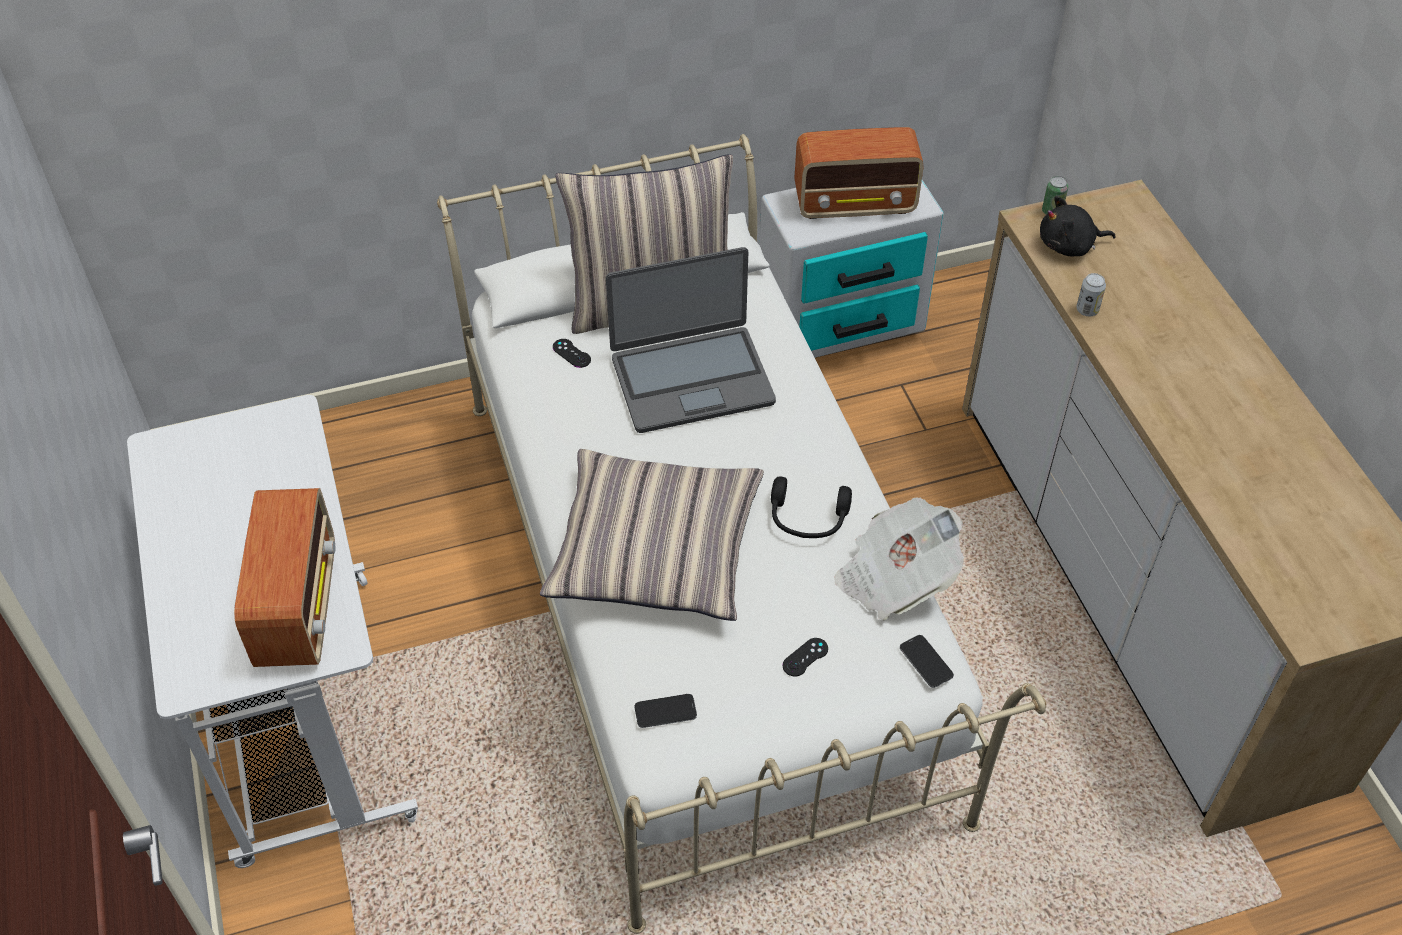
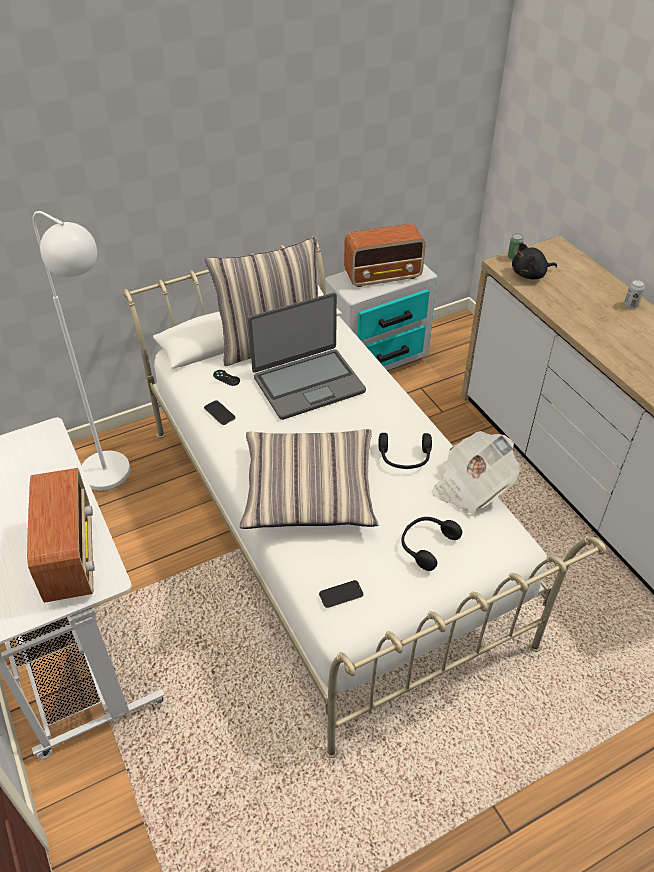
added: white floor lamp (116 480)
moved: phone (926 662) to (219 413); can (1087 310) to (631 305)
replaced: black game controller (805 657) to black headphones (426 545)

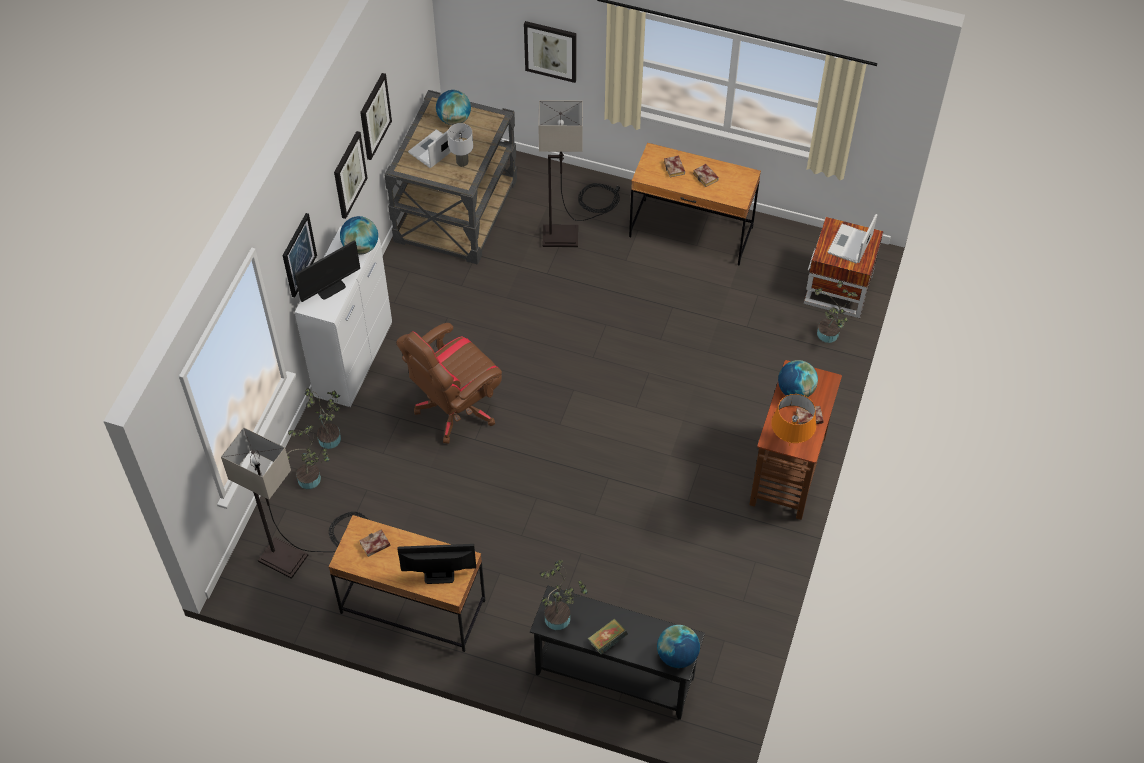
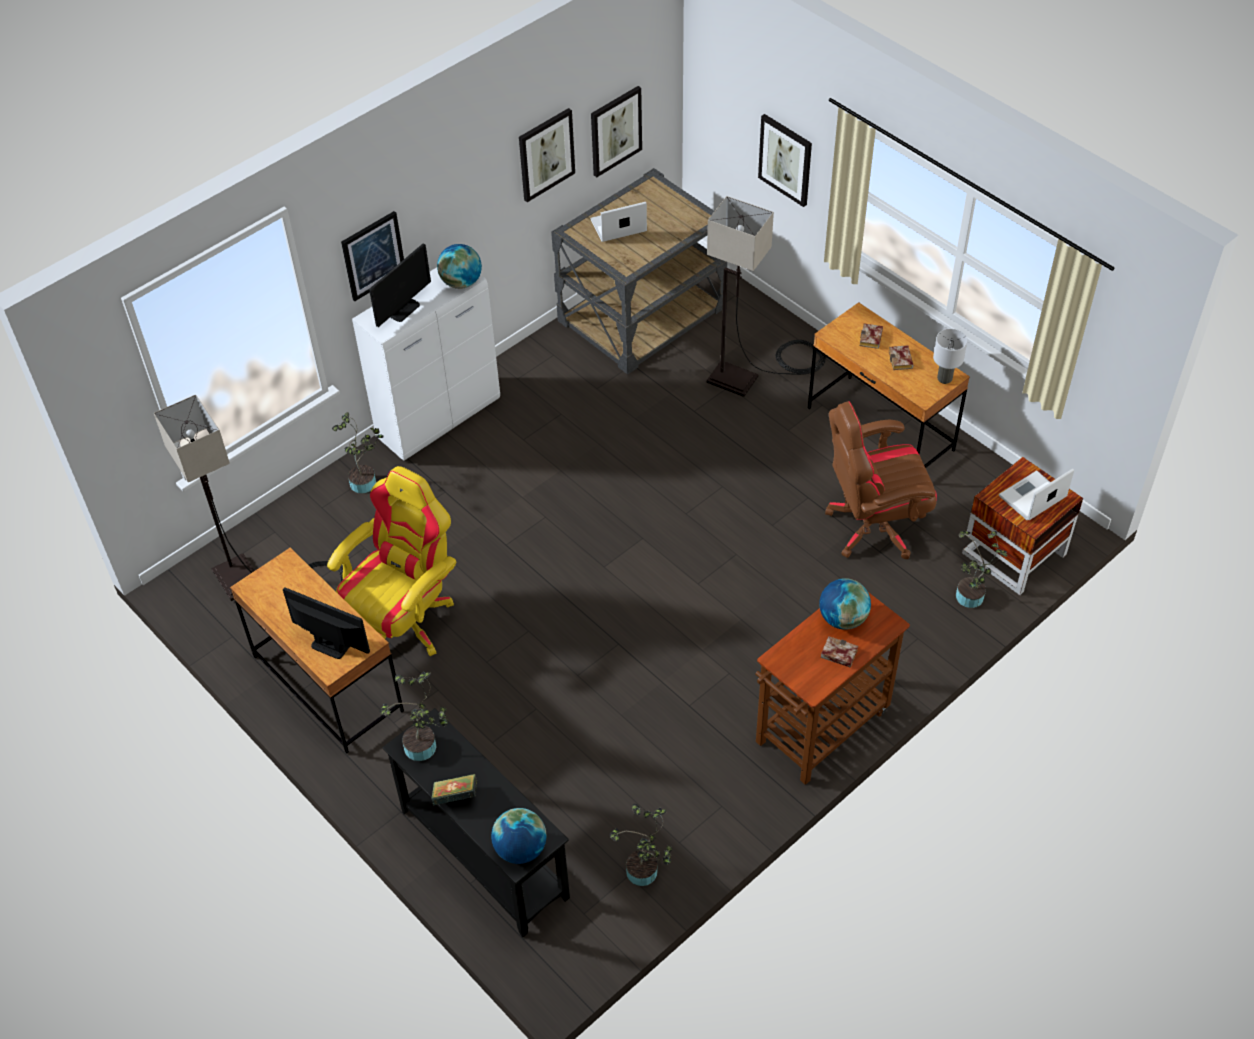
removed: book (374 545); globe (454 119); orange table lamp (789 445)
added: yellow office chair (403 621)
moved: potted plant (312 479) to (645 873); picture (349 174) to (615 131); brown office chair (456 407) to (874 525); white table lamp (462 162) to (944 378)
turned: monitor (330 288) = (403 309) 45 degrees counterclockwise

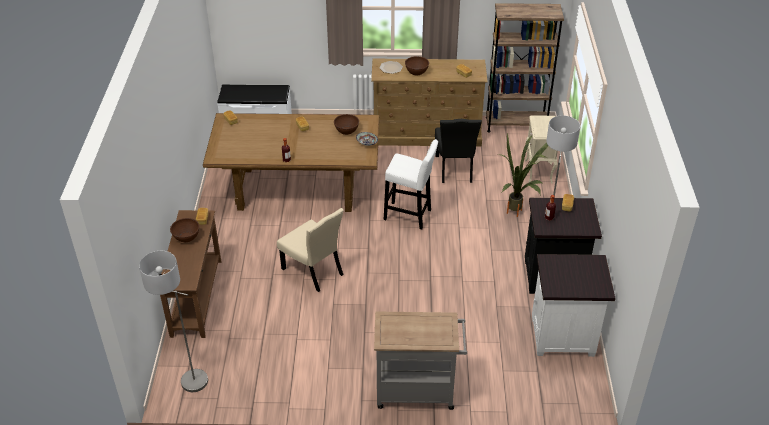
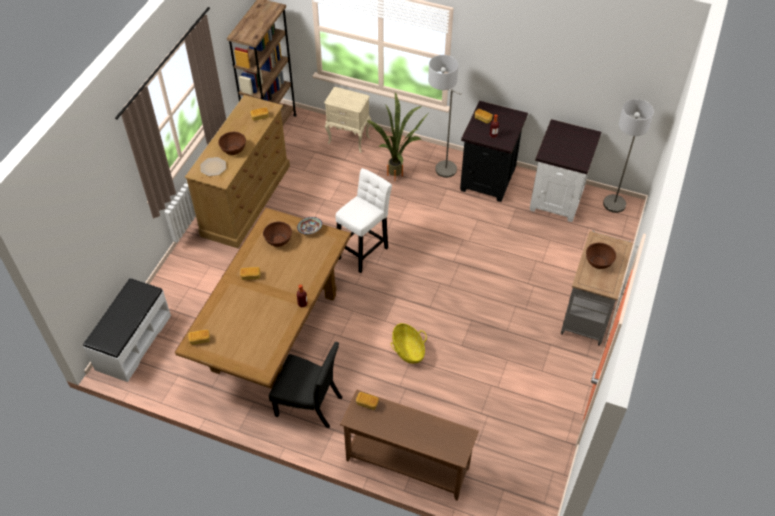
moved: grey floor lamp (187 379) to (611 208); brown bowl (186 237) to (598 262); black chair (455 168) to (308 404)
replaced: beige chair (313 270) to basket (408 350)

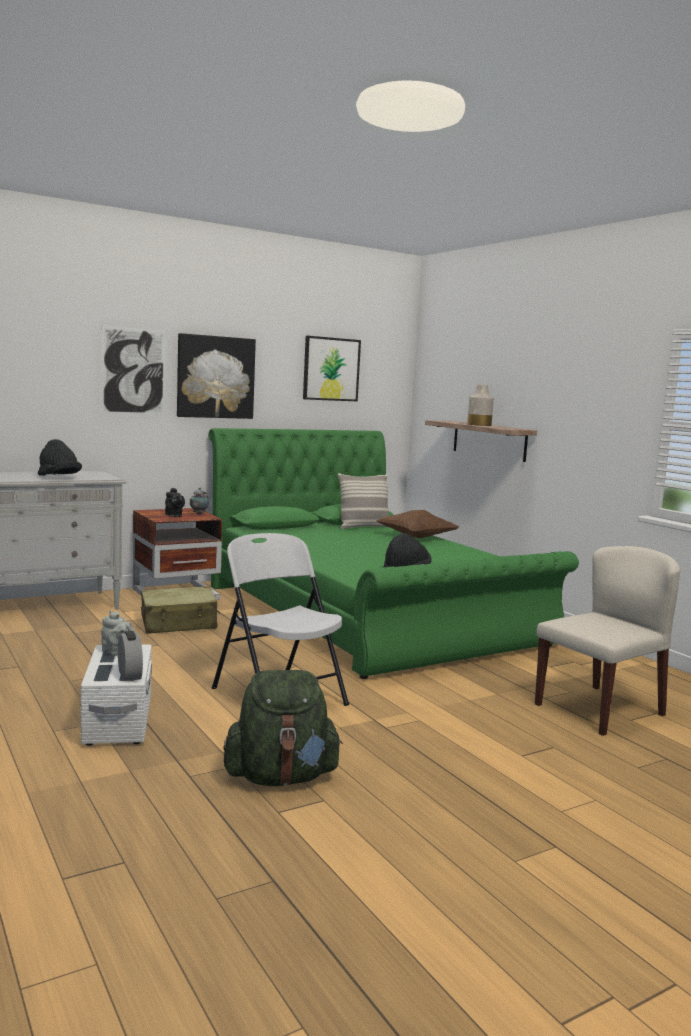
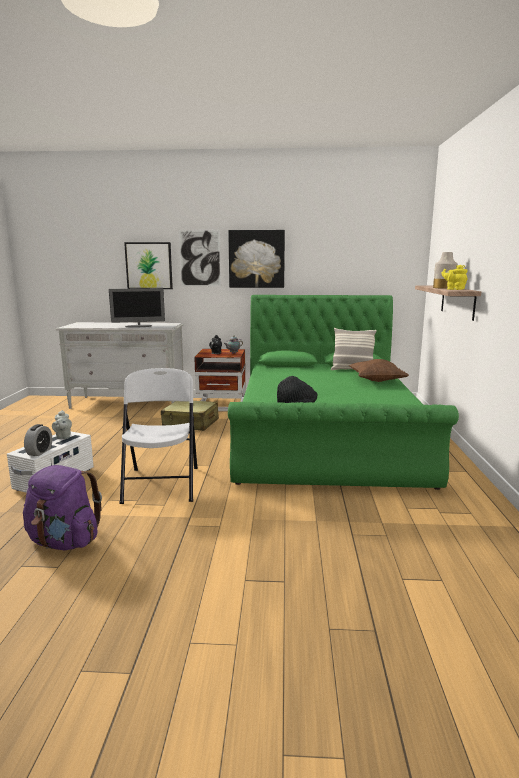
removed: beige chair (599 709)
added: yellow teapot (454 289)
moved: picture (331 369) to (149 266)
replaced: black hat (59 478) to monitor (138 326)
recoloured: green backpack (281 777) to purple backpack (64 542)

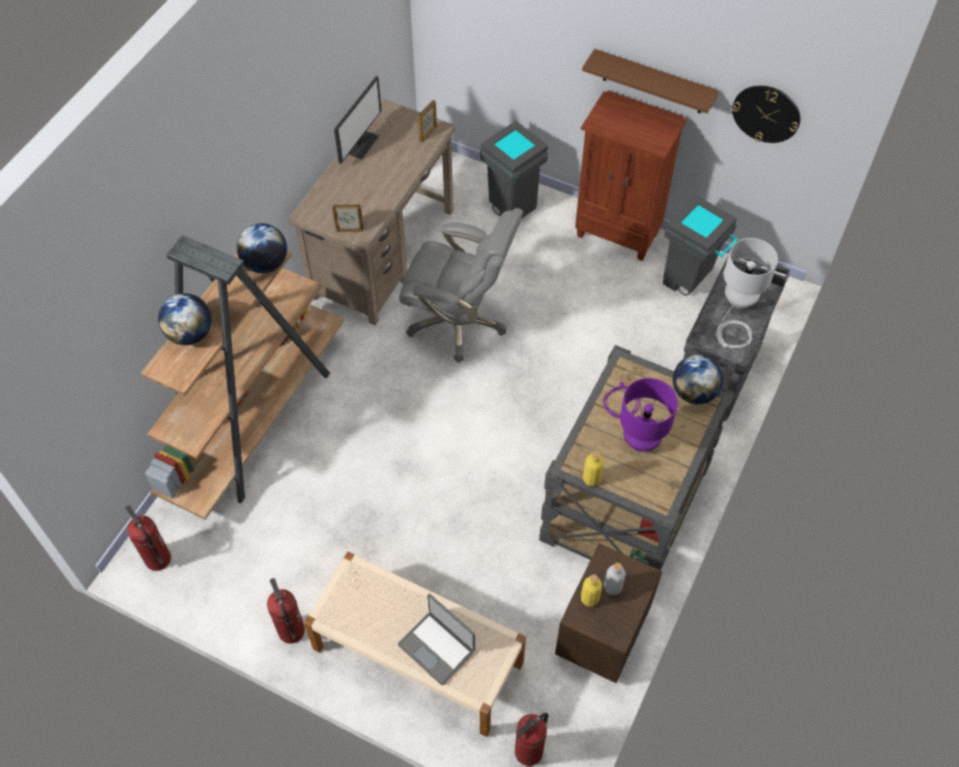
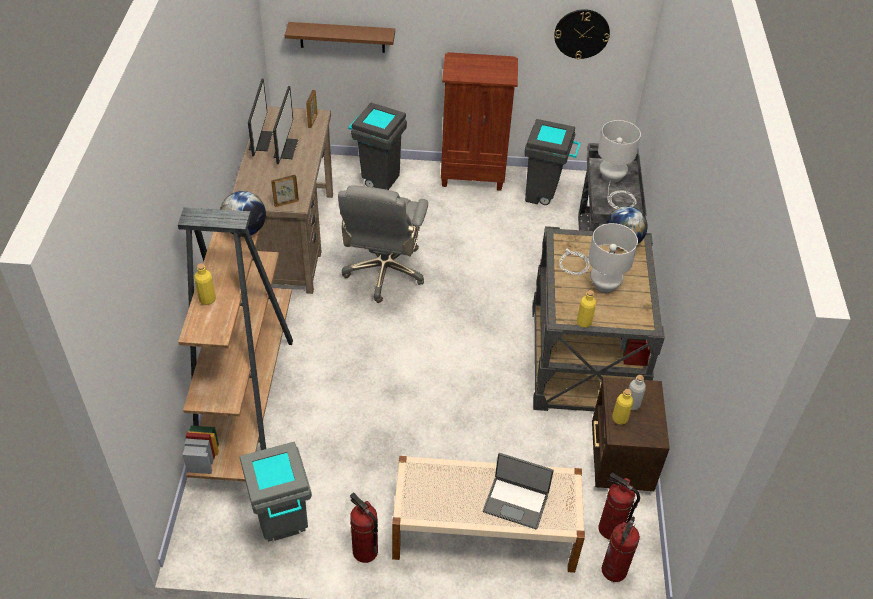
added: grey trash can (284 530); monitor (285 148)
moved: fire extinguisher (158 559) to (610 529); brown shelf (653 82) to (342 37)
replaced: globe (190 334) to yellow bottle (207 299)
recoloured: purple table lamp (633 425) to grey table lamp (592 276)
turned: grey office chair (459 325) = (383 274) 105 degrees clockwise

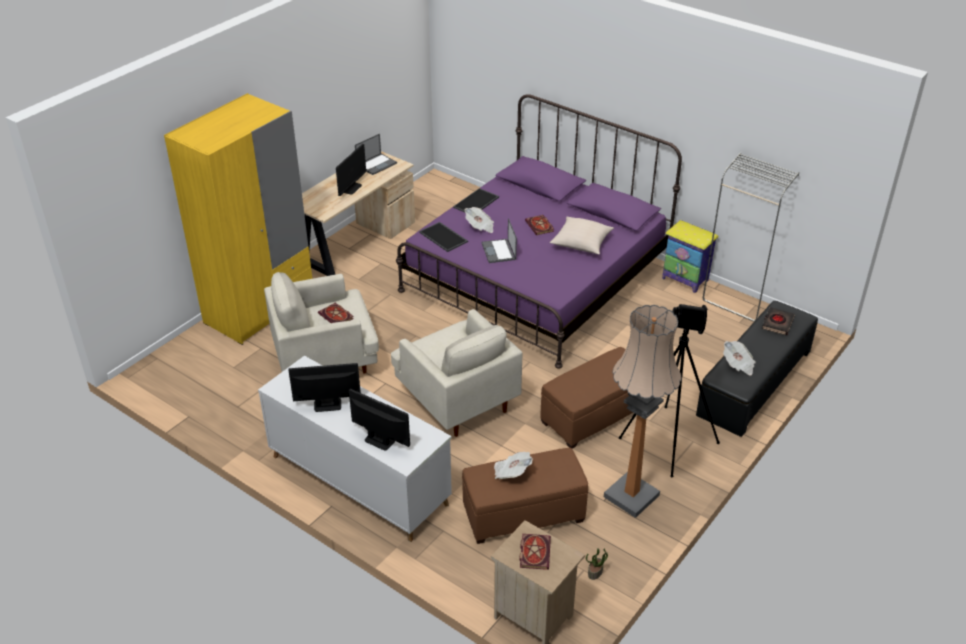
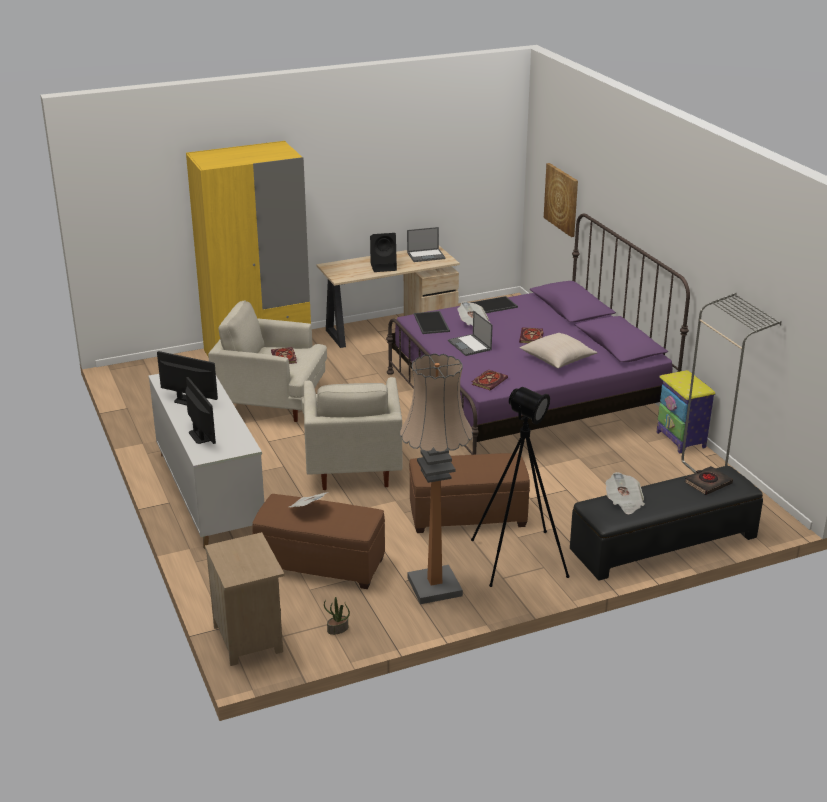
added: picture (561 199)
moved: book (534 552) to (489 381)
replaced: monitor (351 188) to black speaker (384 267)
turned: laptop (499 251) = (470 345) 45 degrees counterclockwise

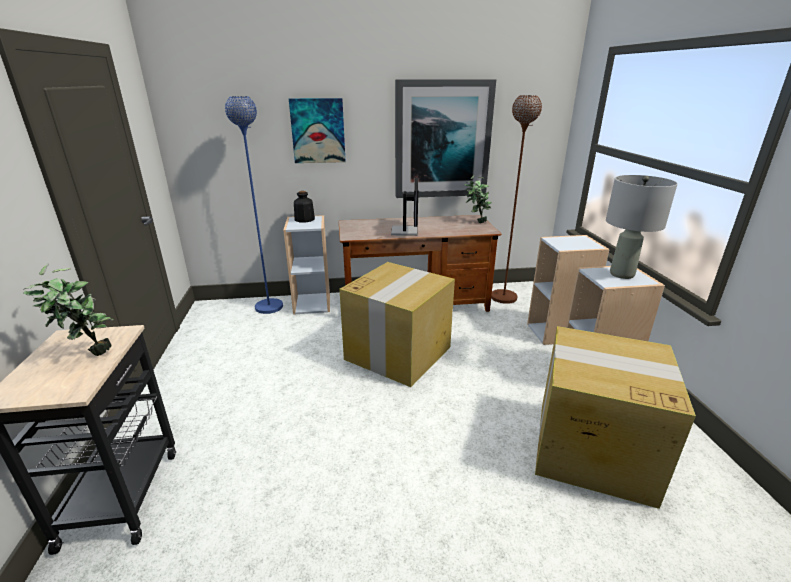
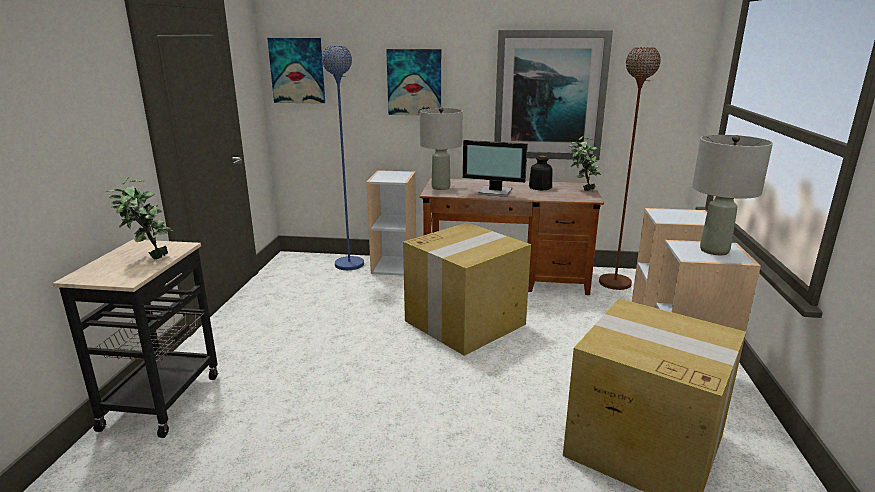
added: picture (297 70); grey table lamp (441 187)
moved: bottle (304 219) to (540 187)
turned: monitor (406 231) = (495 192) 90 degrees clockwise

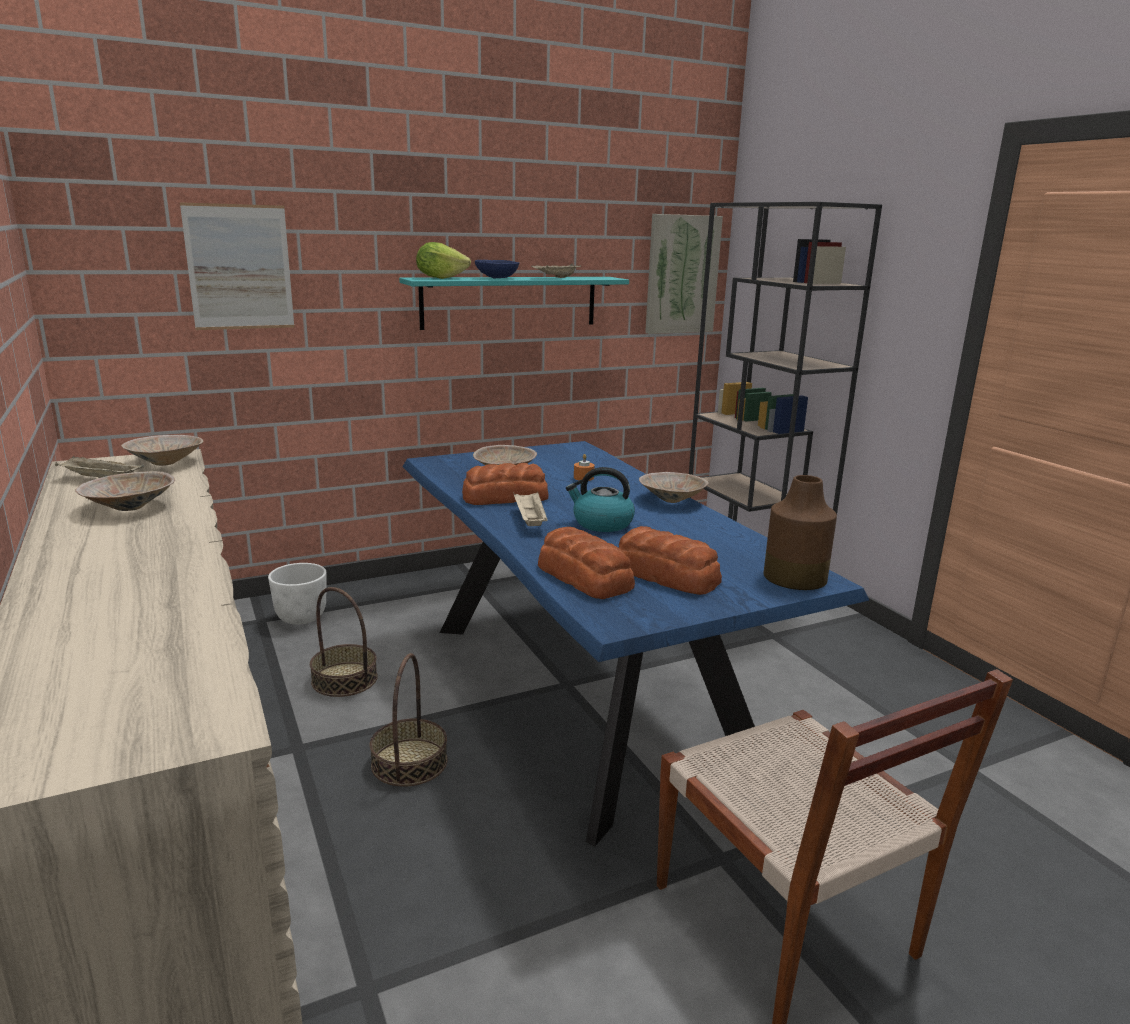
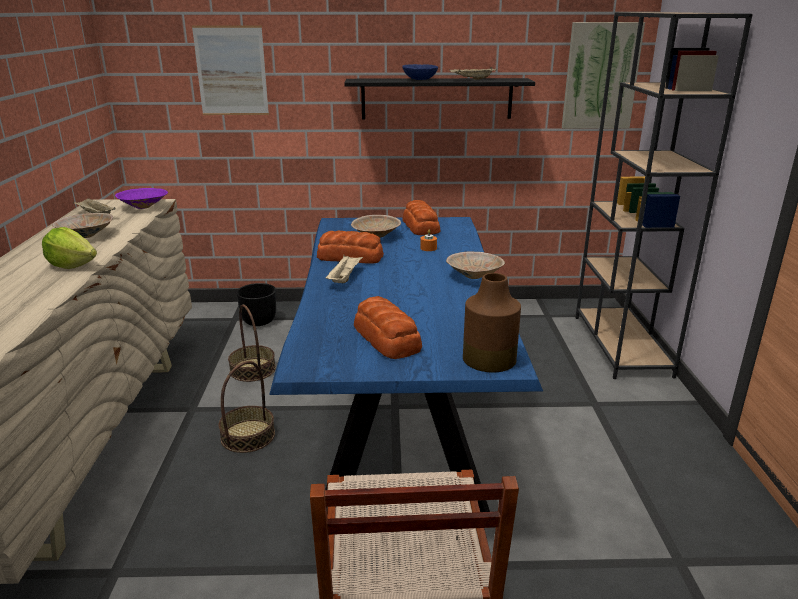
removed: kettle (601 523)
moved: lettuce (440 278) to (72 265); bread (584 577) to (421 226)
recoloured: beige bowl (166 462) to purple bowl (144 207); white planter (301 617) to black planter (259 321); turquoise shelf (510 302) to black shelf (436 98)

